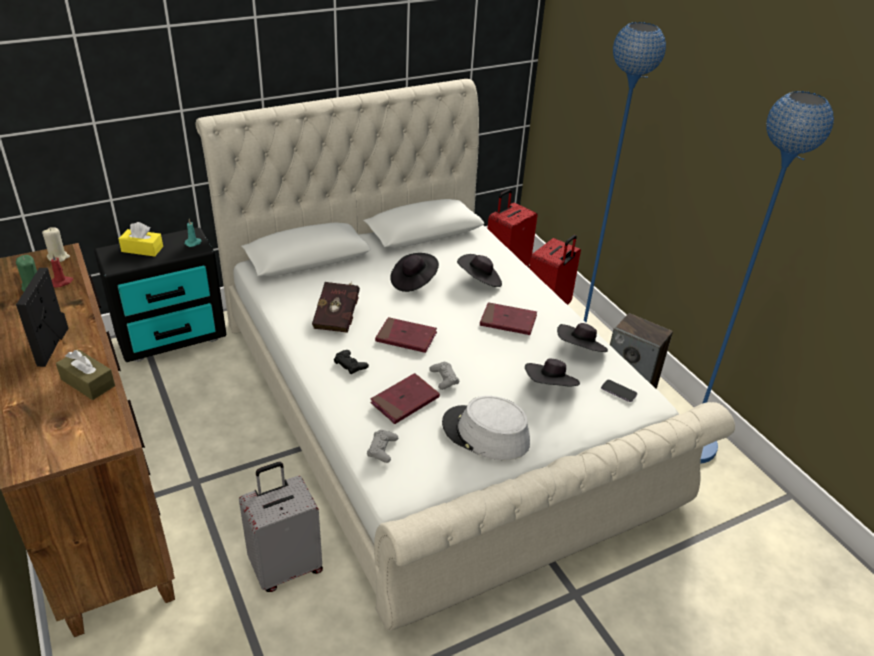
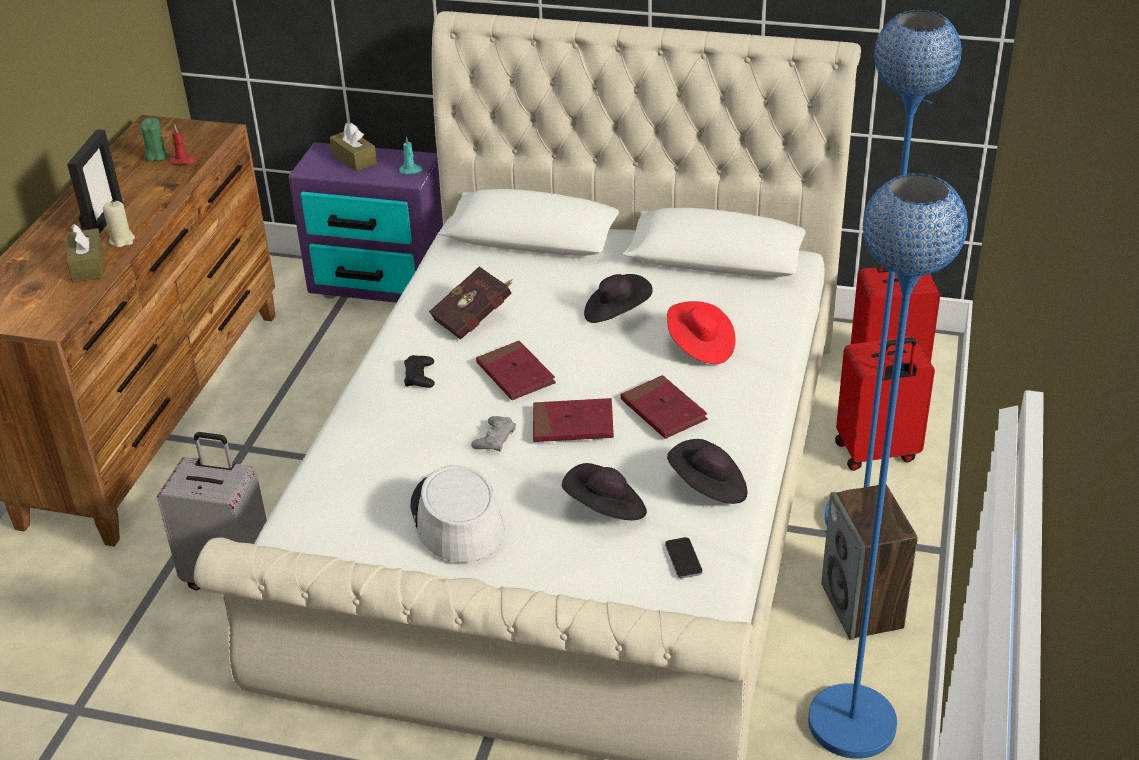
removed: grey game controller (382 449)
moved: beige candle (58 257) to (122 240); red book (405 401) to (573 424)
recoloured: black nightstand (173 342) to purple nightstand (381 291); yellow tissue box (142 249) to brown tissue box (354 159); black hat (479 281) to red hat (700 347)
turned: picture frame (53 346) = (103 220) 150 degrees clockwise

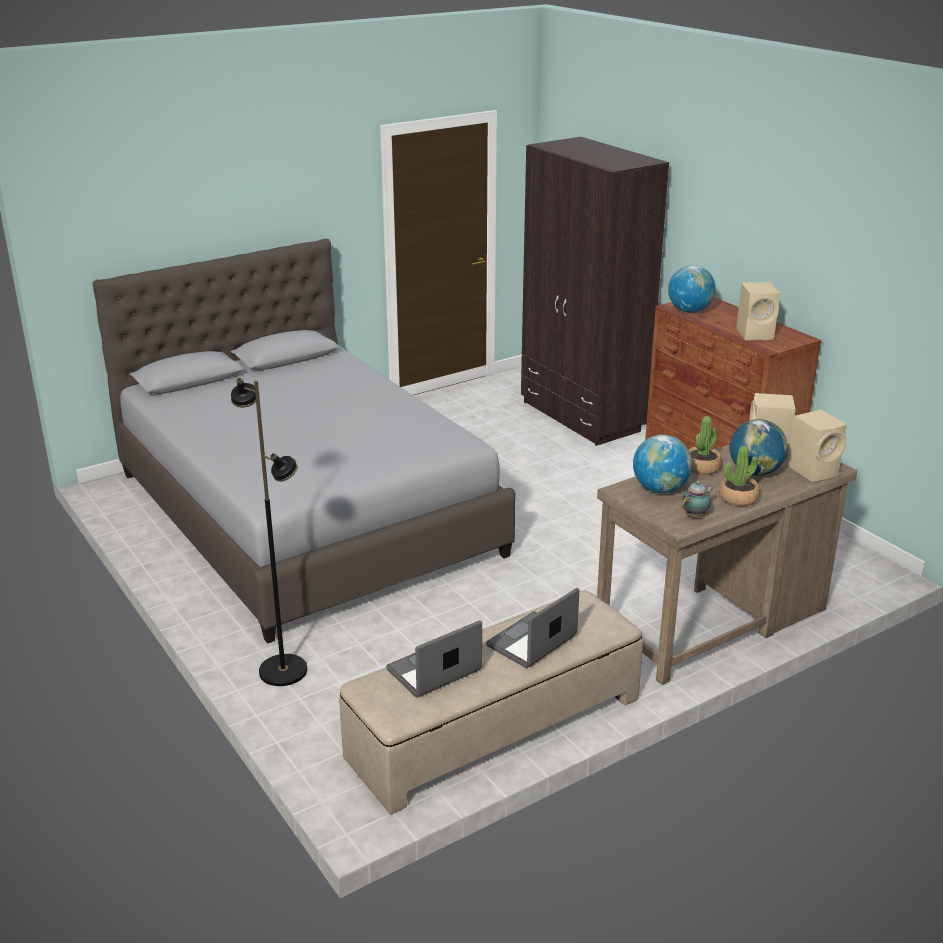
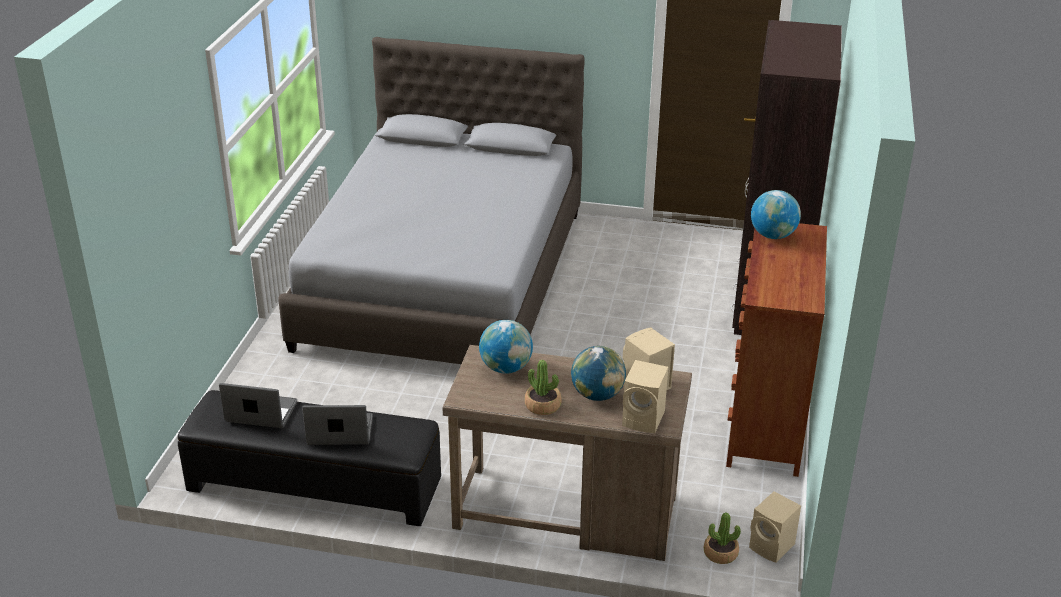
removed: black floor lamp (283 670); teapot (696 516)
moved: potted plant (702 468) to (720 553); beige speaker (756 334) to (772 547)
recoloured: beige bench (494 729) to black bench (313 484)

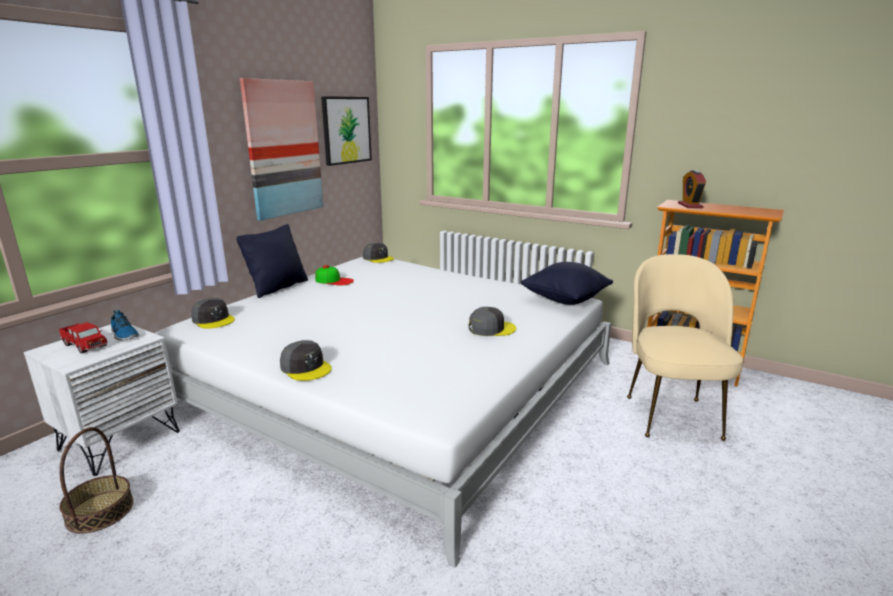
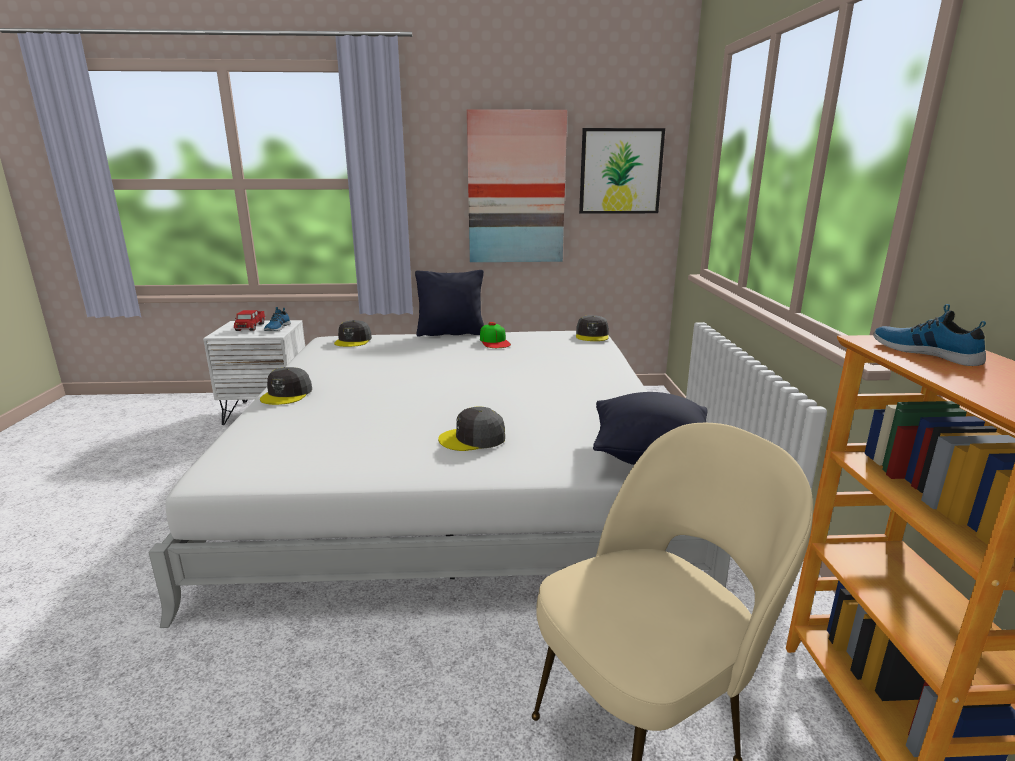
removed: basket (100 511)
replaced: alarm clock (690 205) to shoe (925 352)
turned: grey cap (491 328) = (473 438) 120 degrees clockwise

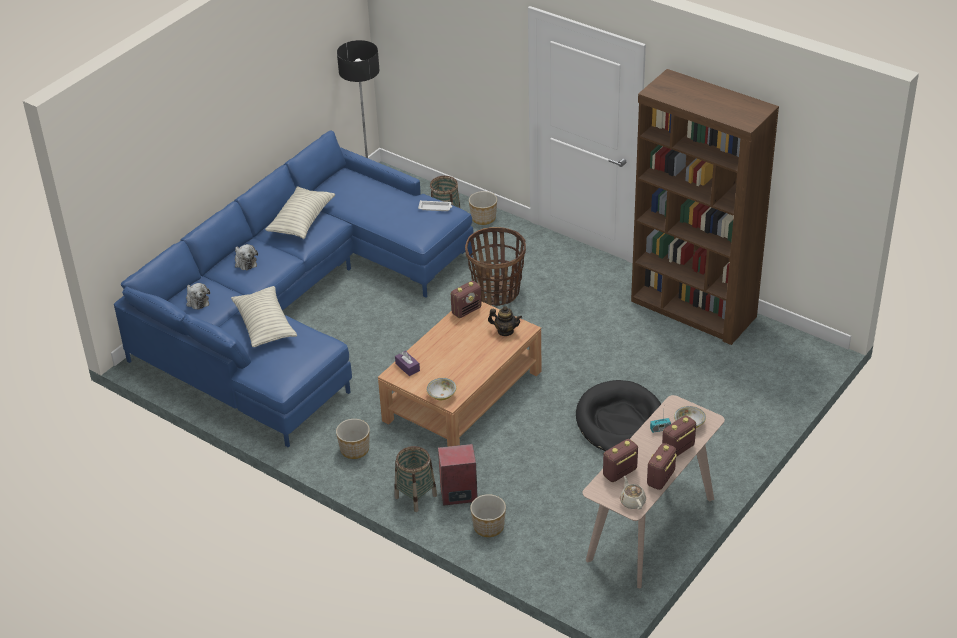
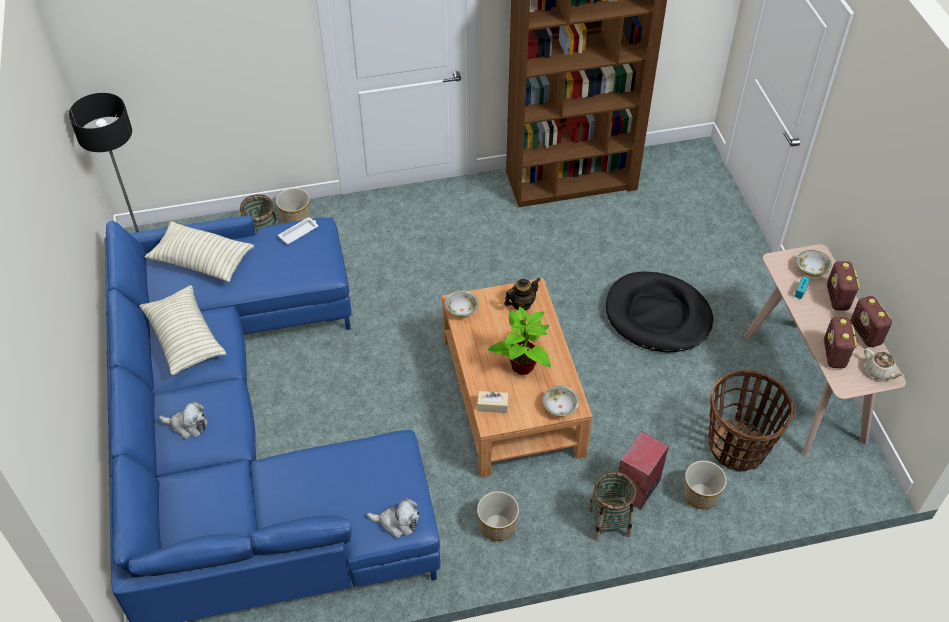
added: potted plant (522 366)
moved: plush toy (197 300) to (397 522); pillow (264 325) to (202 260); basket (497 292) to (737 447)
replaced: radio (466 310) to bowl (462 310)
recoloured: purple tissue box (407 367) to beige tissue box (492 405)
turned: beige teapot (632 501) = (879 371) 150 degrees counterclockwise

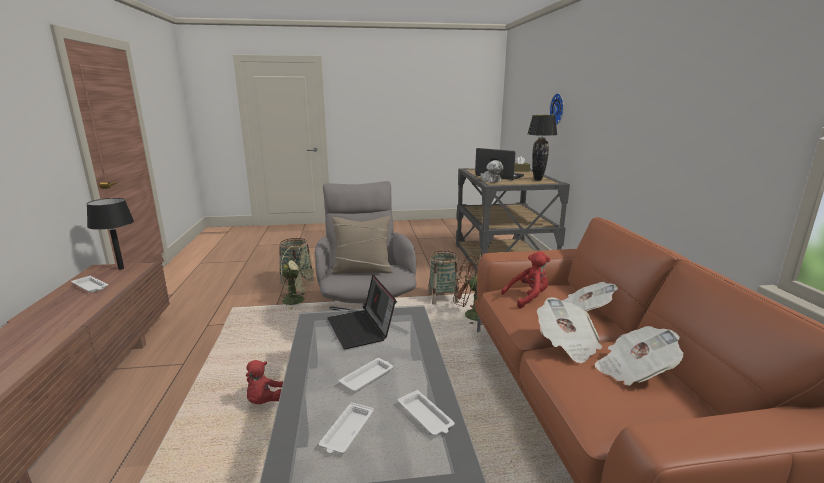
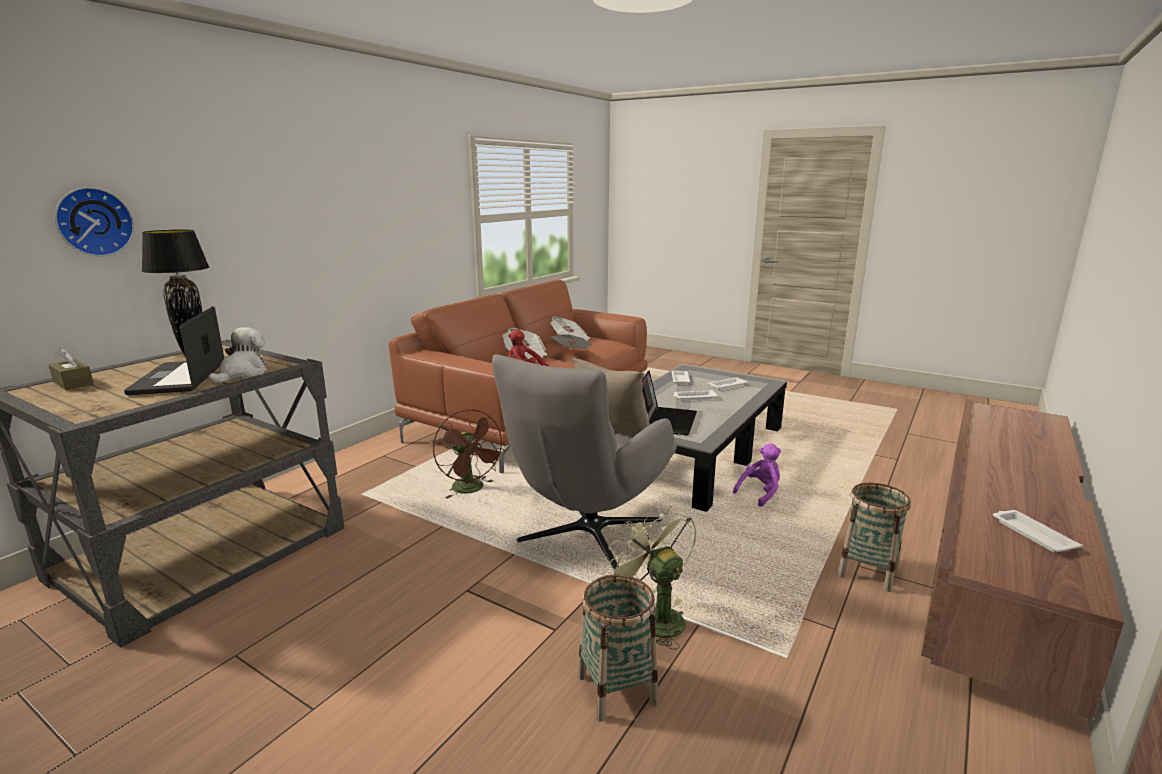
removed: black table lamp (121 268)
moved: basket (442 298) to (868 571)
recoloured: red plush toy (266 401) to purple plush toy (760 493)

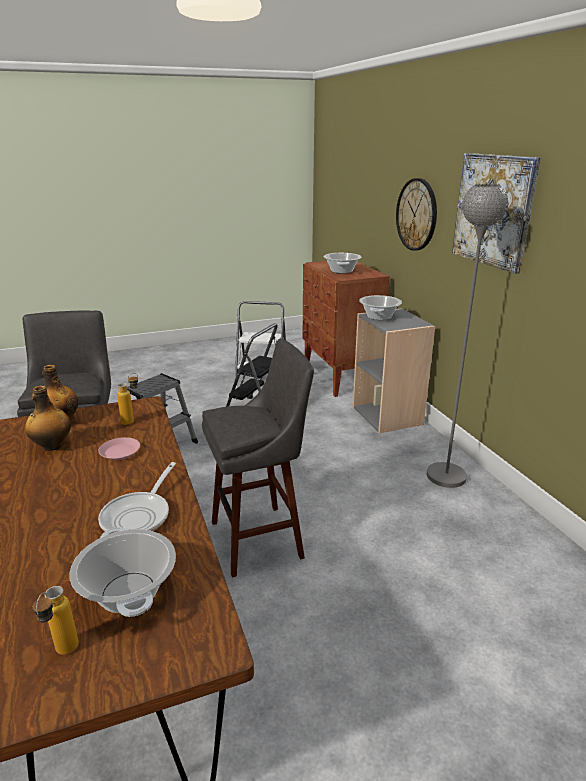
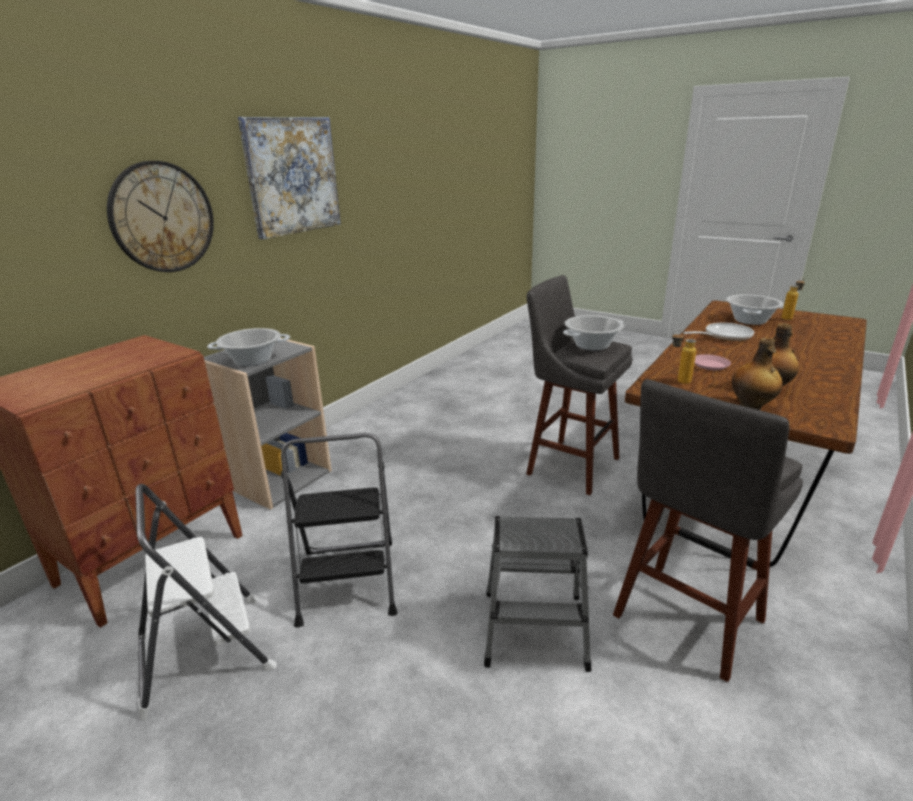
removed: grey floor lamp (446 476)
moved: cooking pot (342 271) to (591 345)

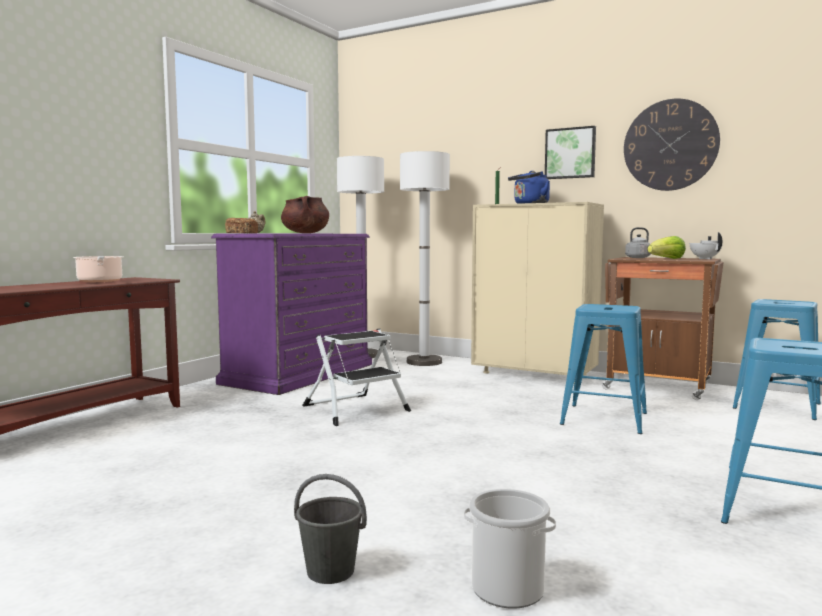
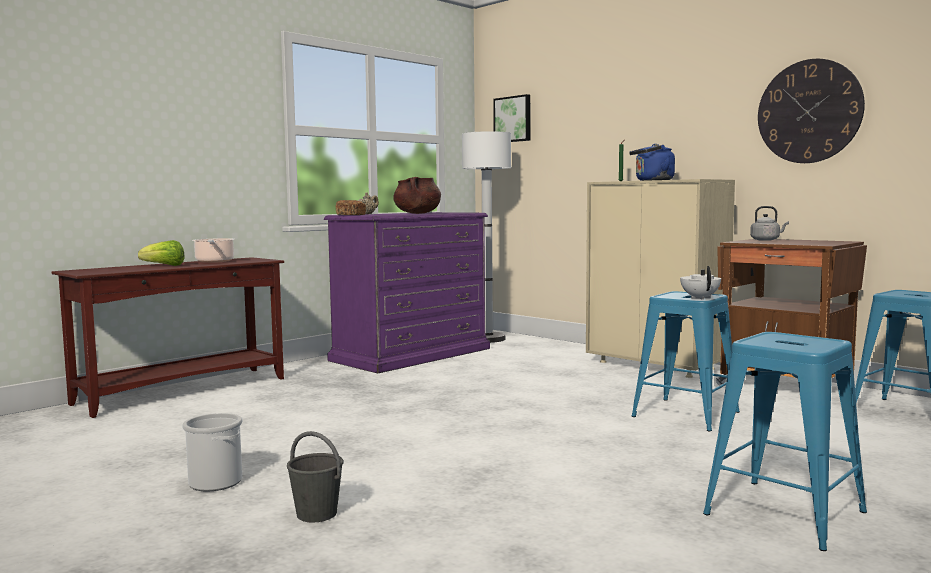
removed: step ladder (354 409); white floor lamp (424 362)
moved: bucket (506 589) to (215 482); picture (570 153) to (513 119); lettuce (667 259) to (164 266); white teapot (704 259) to (700 298)

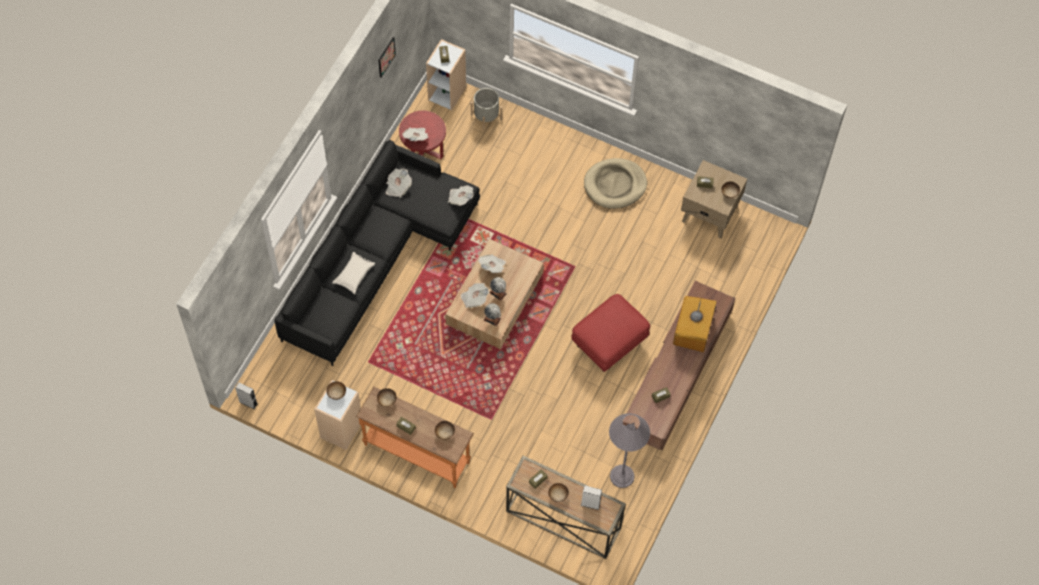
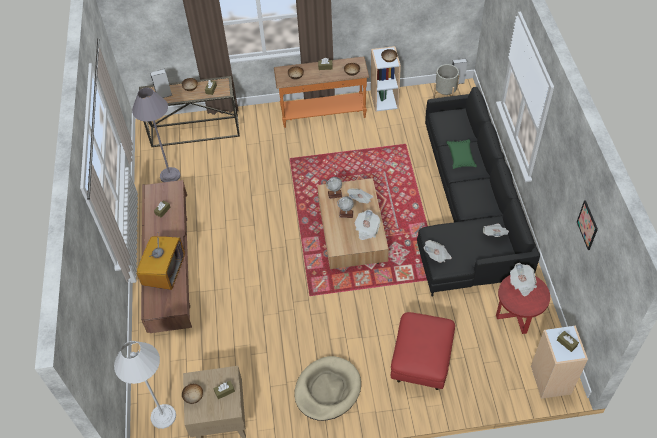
added: white floor lamp (163 416)
moved: grey planter (486 117) to (445 93); red ottoman (609 343) to (421 363)
recoloured: white pillow (354 274) to green pillow (461 156)
turned: television (693 331) = (164 271) 150 degrees counterclockwise

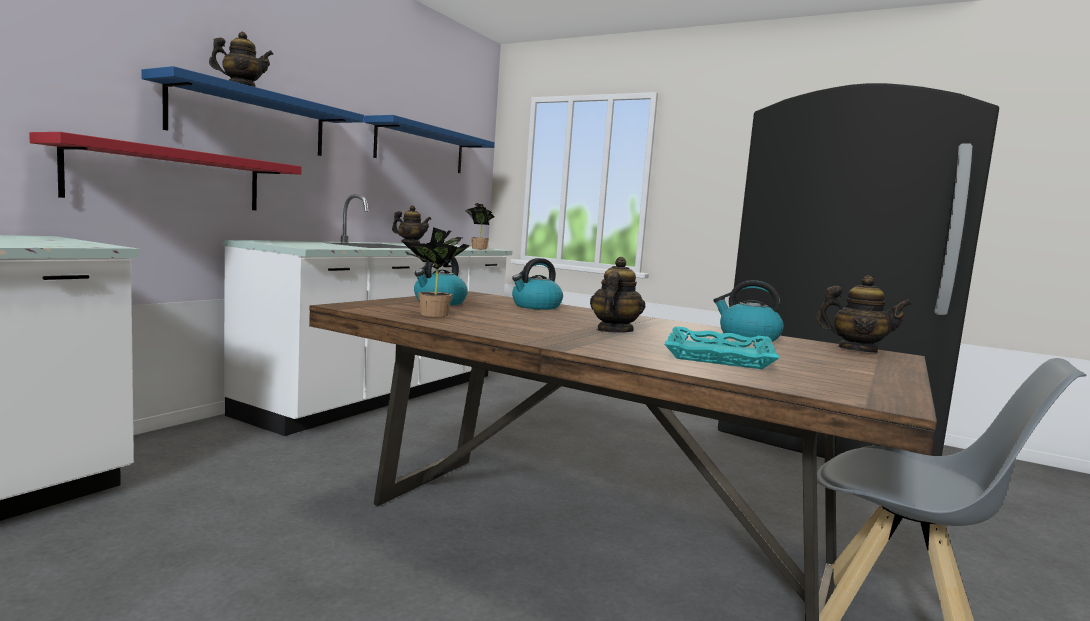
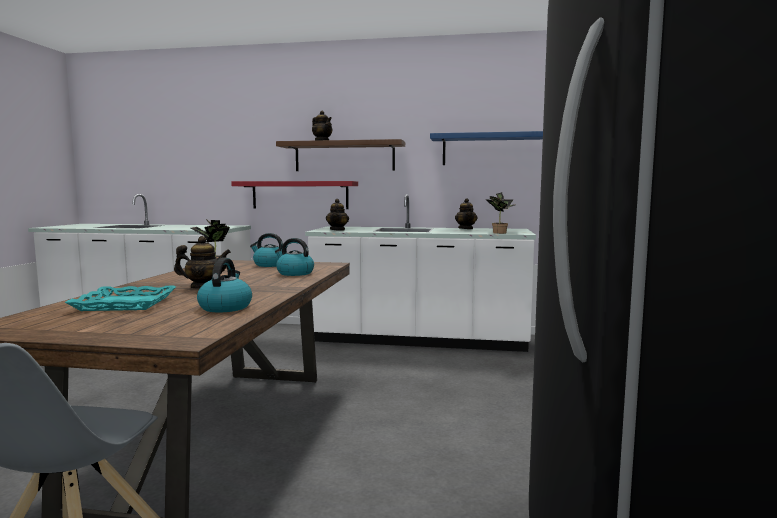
moved: teapot (857 350) to (337 230)
recoloured: blue shelf (251 120) to brown shelf (344 156)

